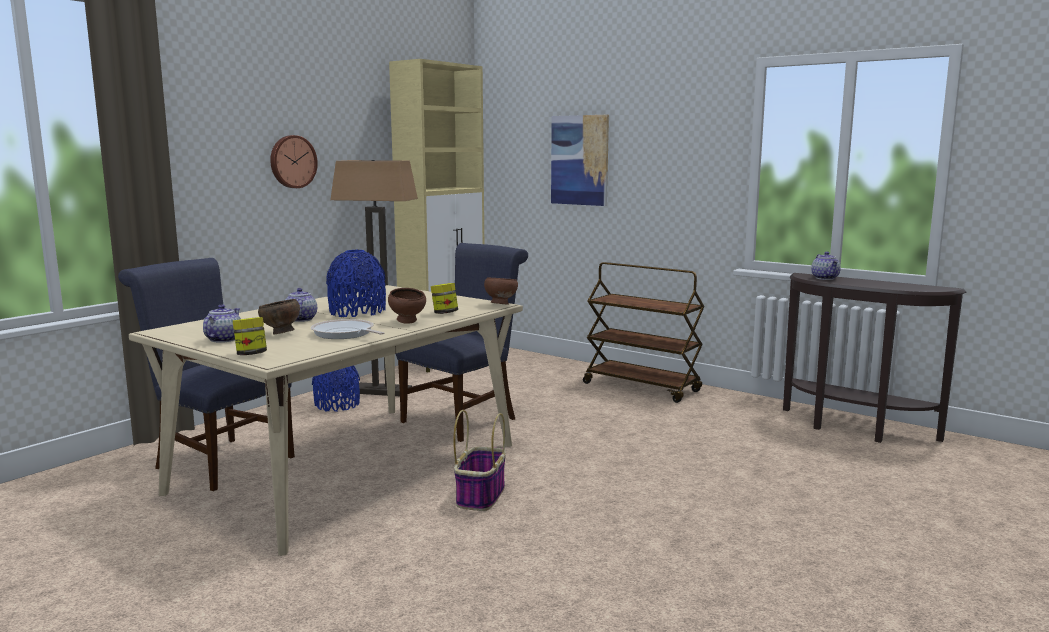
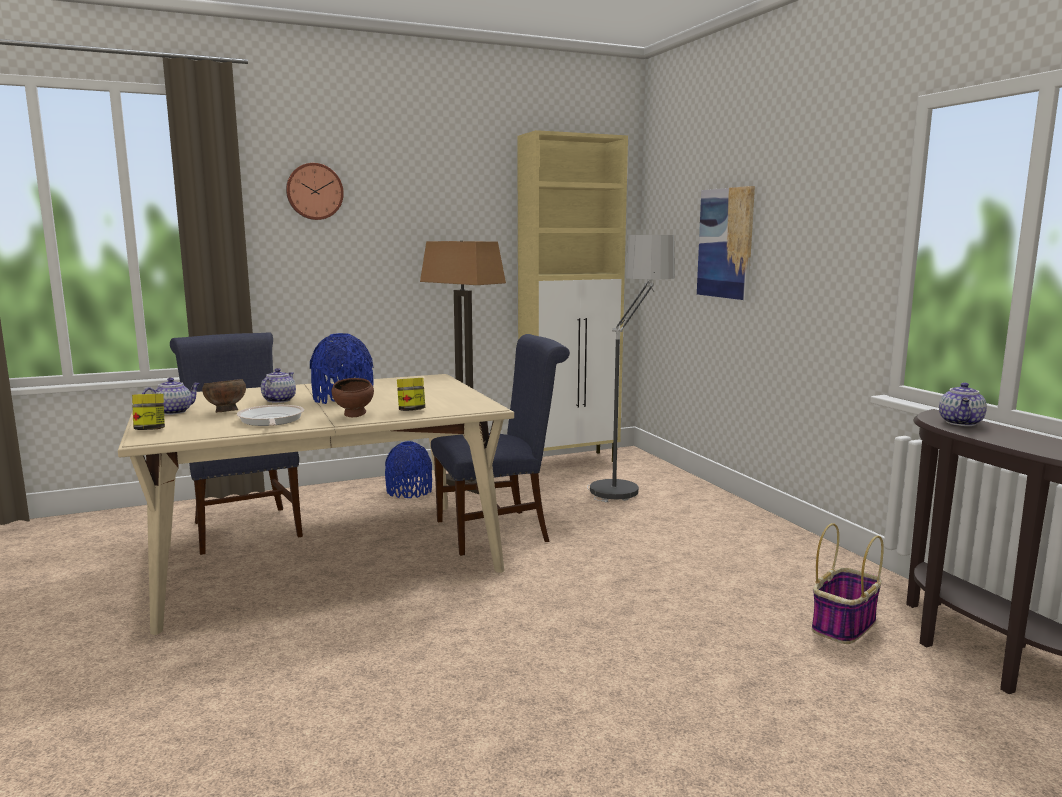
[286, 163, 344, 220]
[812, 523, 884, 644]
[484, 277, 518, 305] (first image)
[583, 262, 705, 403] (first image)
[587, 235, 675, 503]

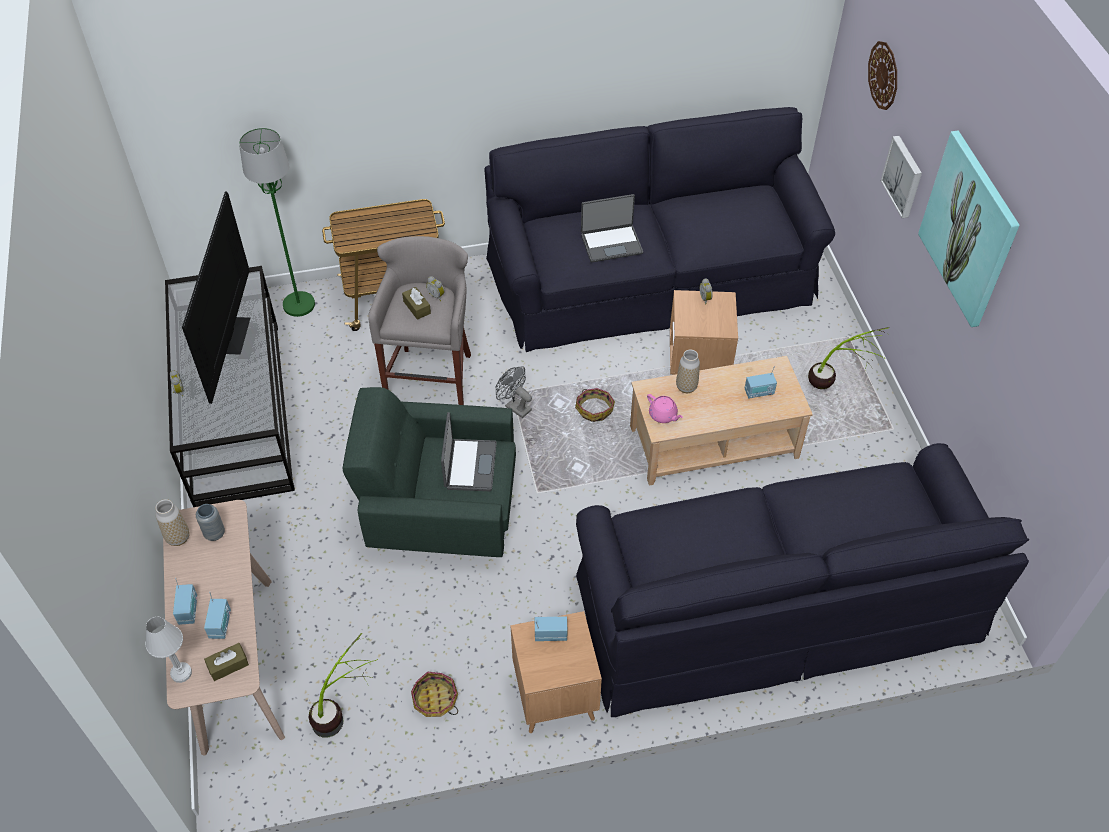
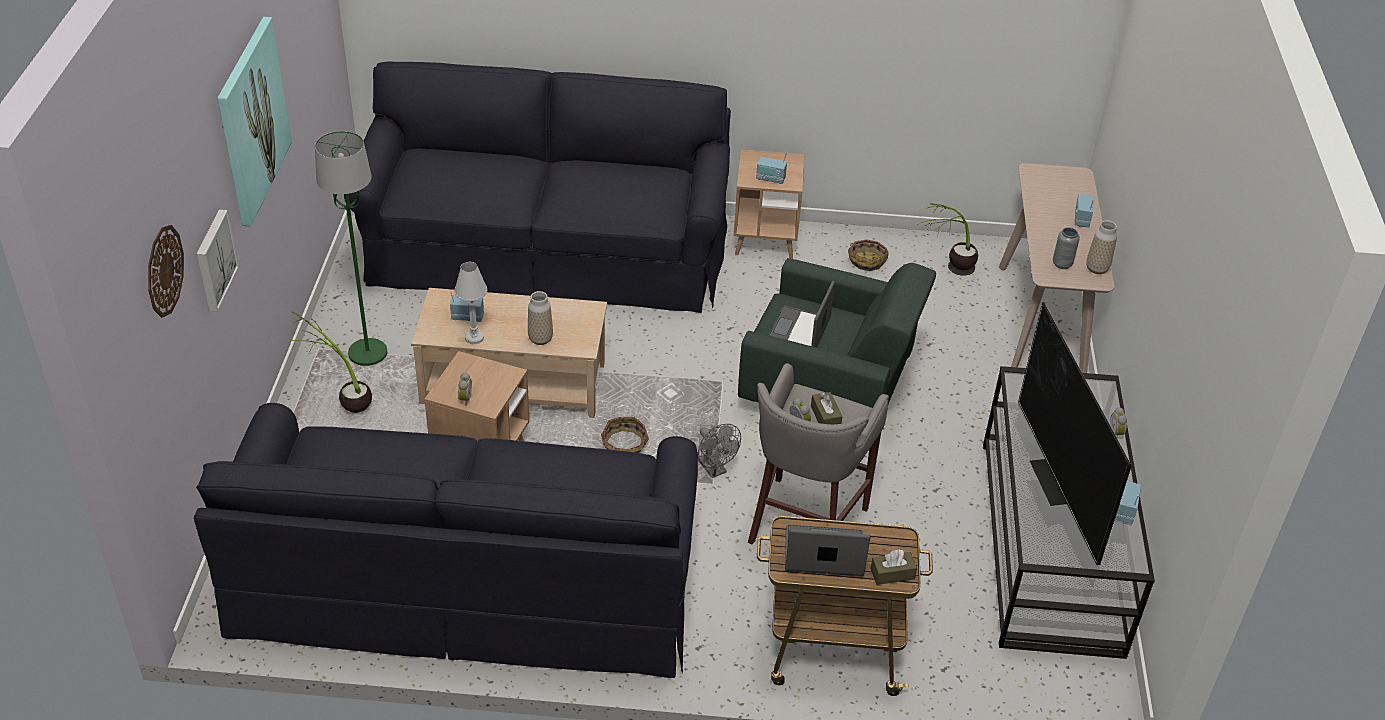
[454, 262, 487, 344]
[1018, 302, 1131, 565]
[1115, 481, 1141, 524]
[871, 550, 917, 585]
[315, 131, 387, 366]
[785, 525, 870, 576]
[647, 394, 683, 423] (first image)

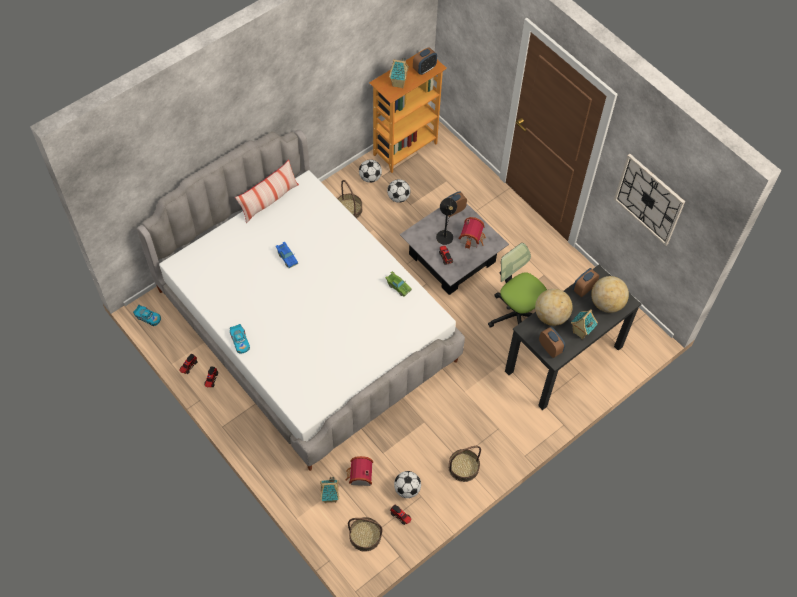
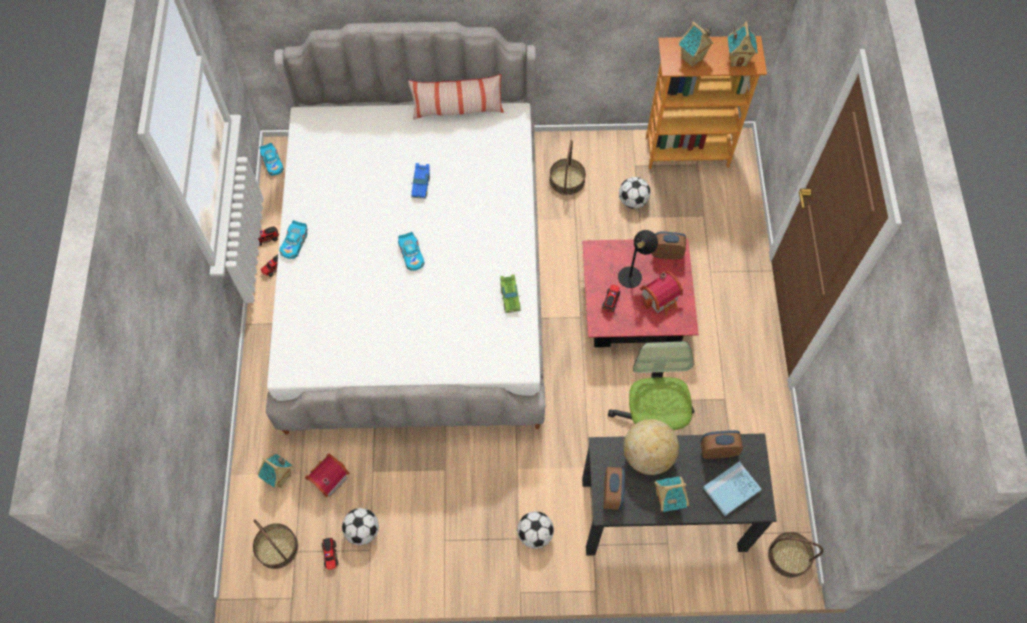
[517, 511, 554, 549]
[582, 238, 699, 348]
[728, 22, 758, 67]
[768, 532, 824, 578]
[703, 462, 761, 516]
[614, 154, 685, 246] (first image)
[398, 232, 424, 271]

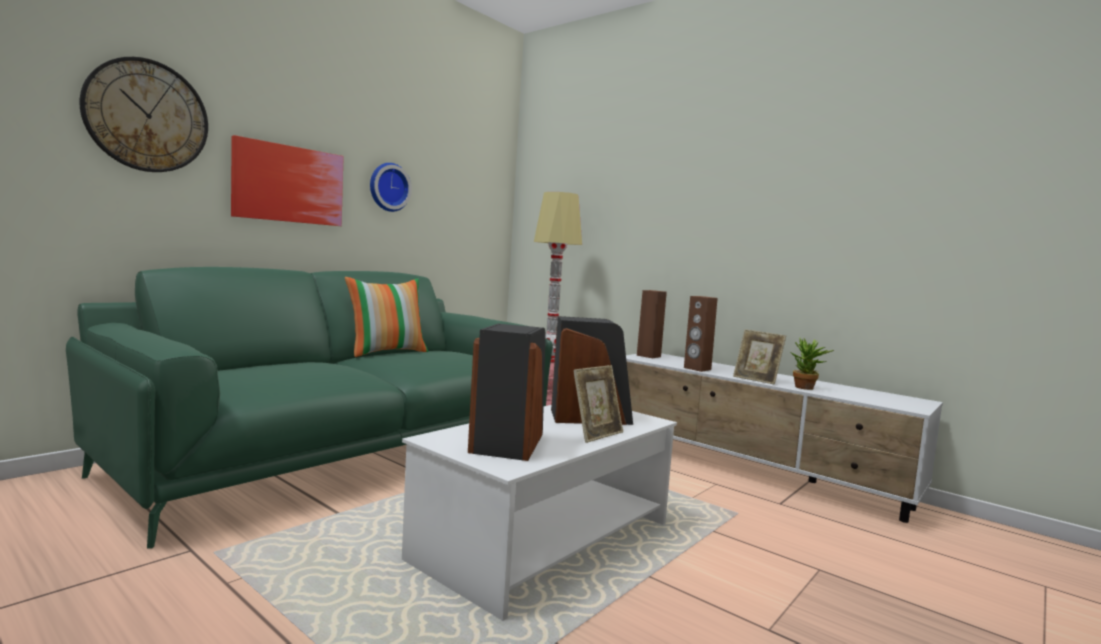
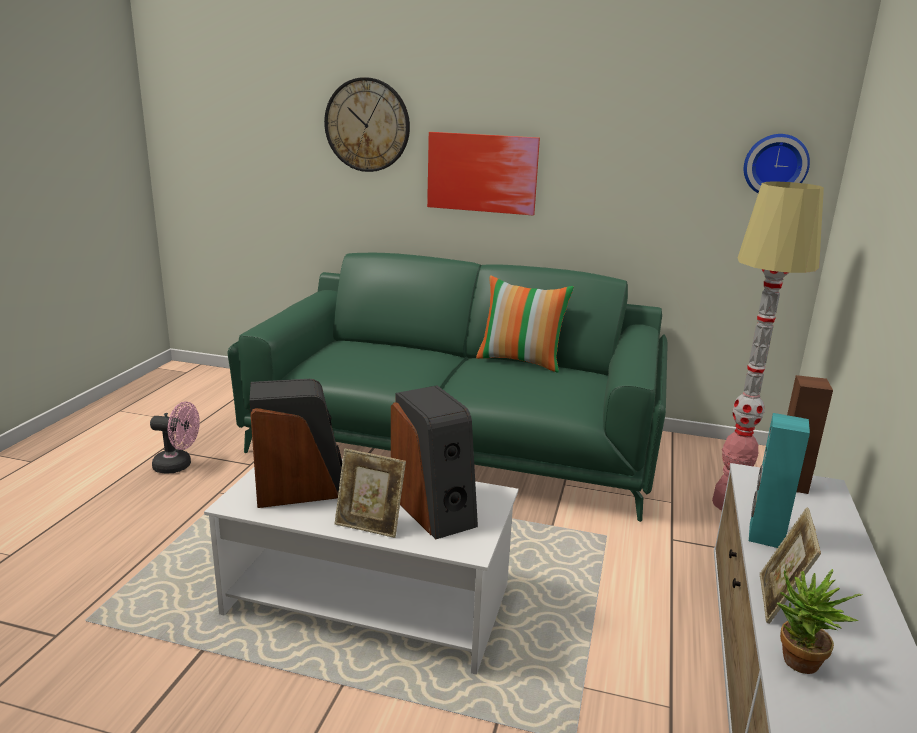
[744, 134, 810, 193]
[749, 413, 810, 548]
[150, 402, 200, 473]

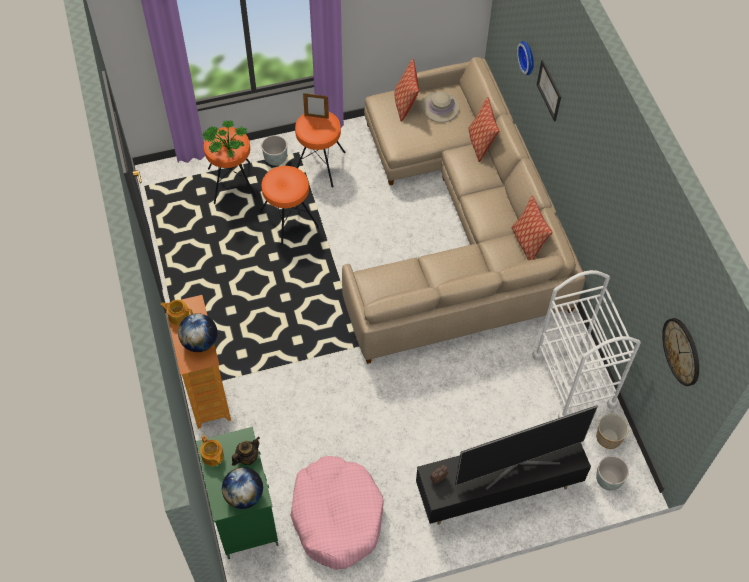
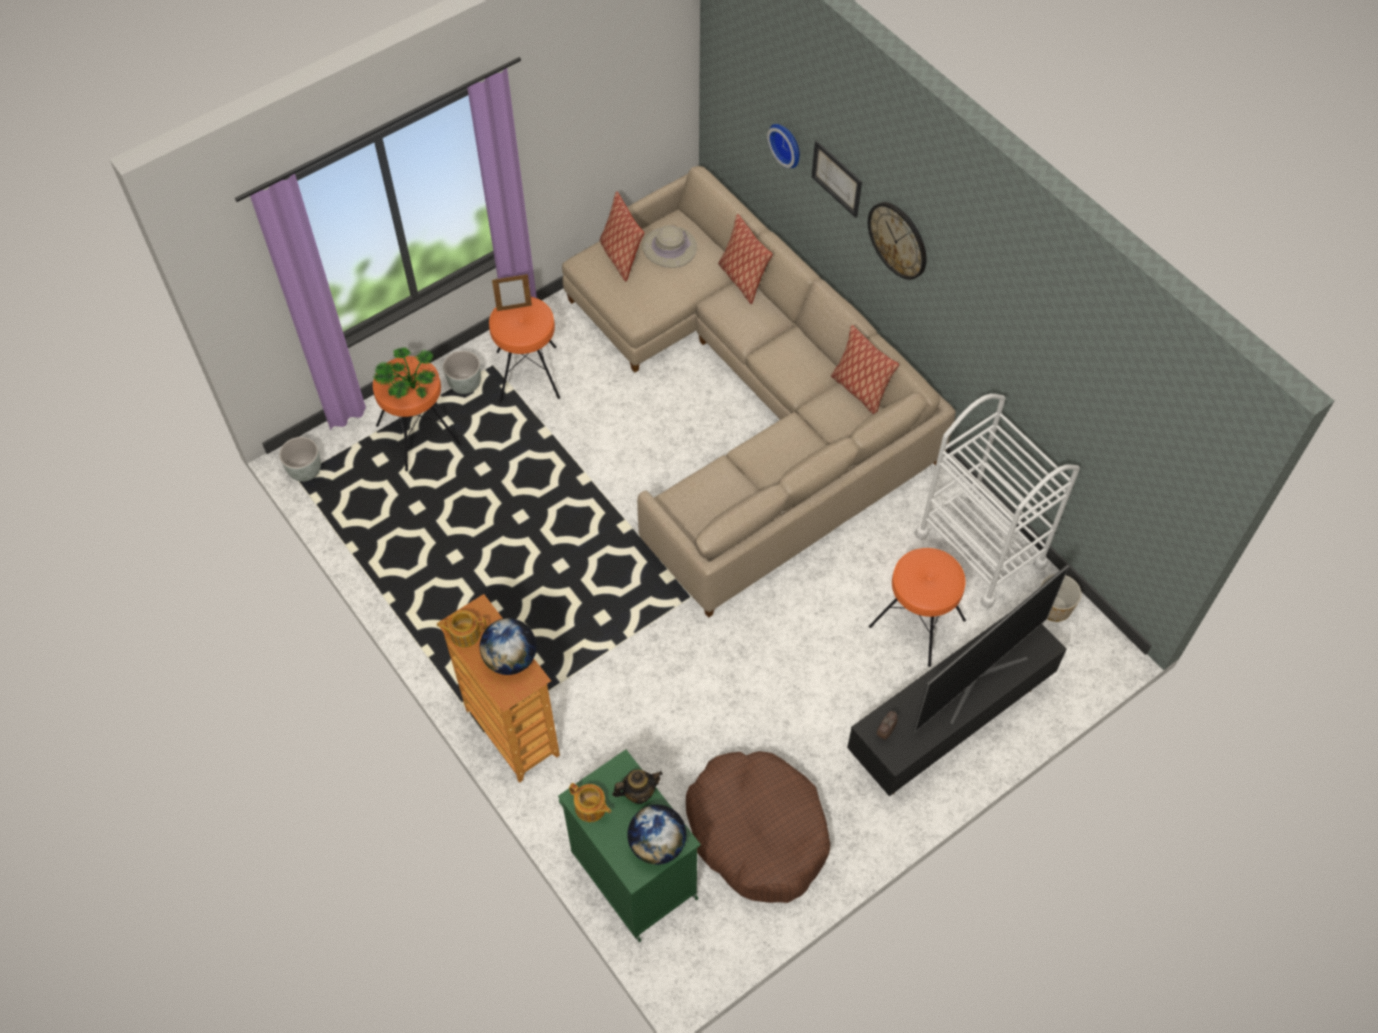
[612, 769, 663, 804]
[869, 548, 966, 667]
[686, 751, 831, 903]
[279, 437, 321, 482]
[868, 202, 927, 280]

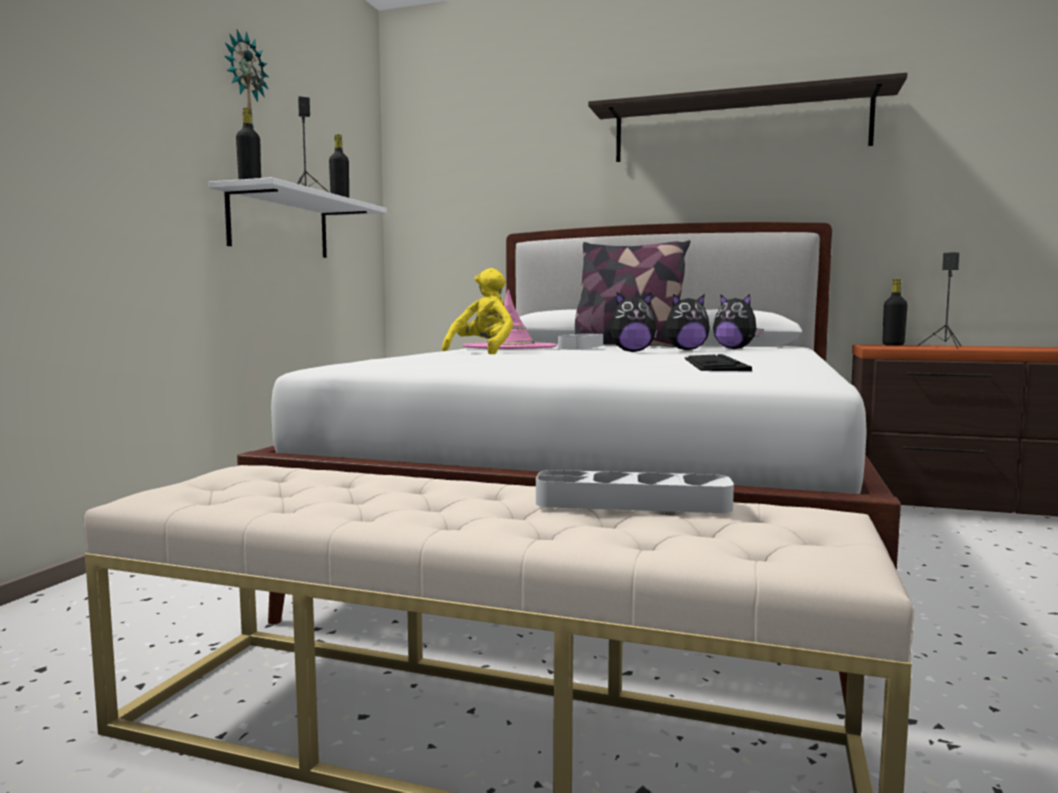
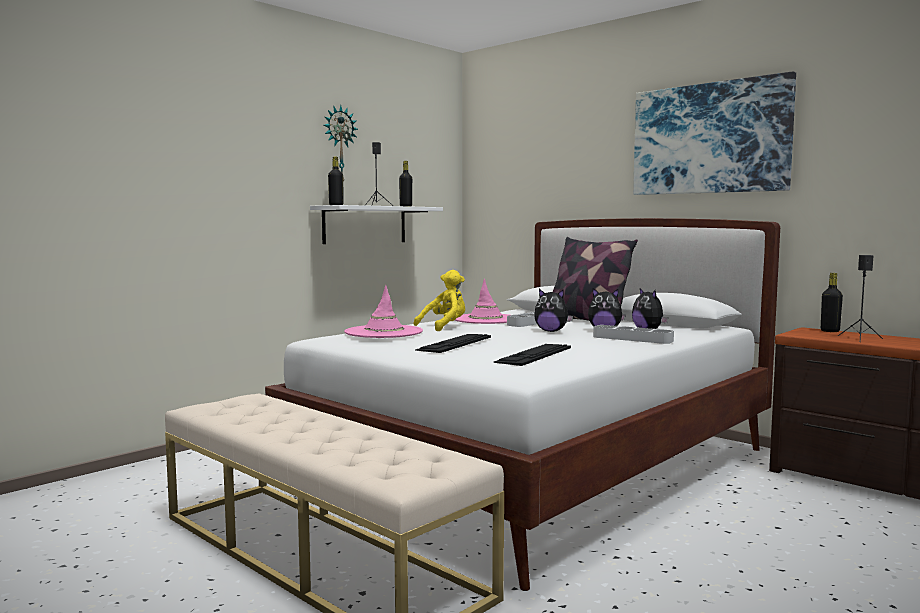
[593, 325, 674, 344]
[633, 71, 796, 195]
[344, 285, 423, 338]
[415, 334, 491, 353]

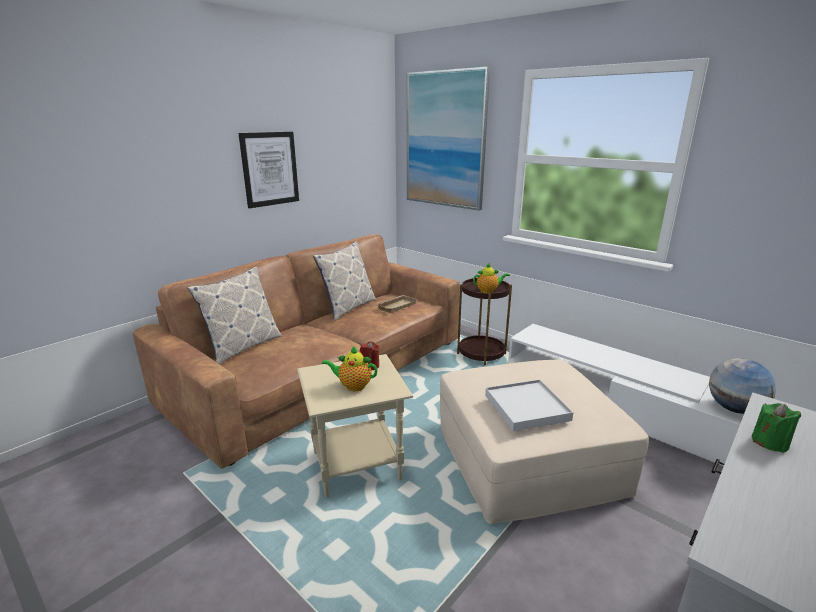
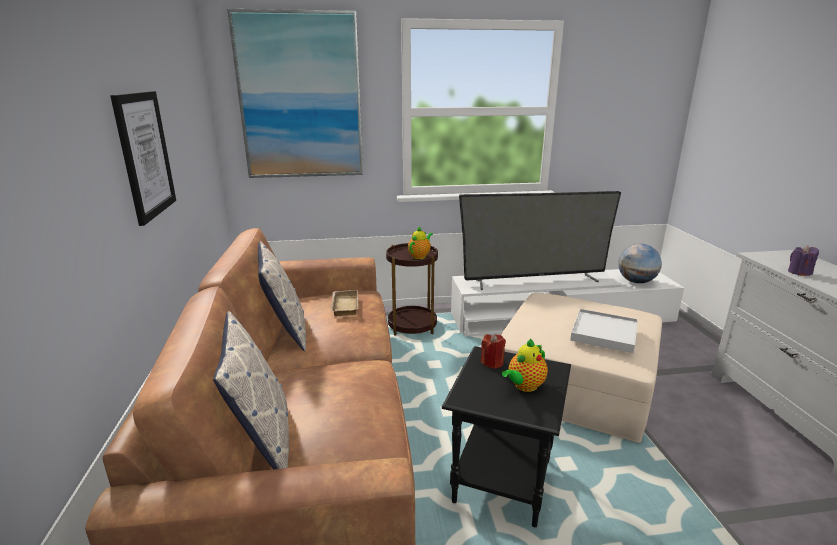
[442, 346, 571, 527]
[788, 245, 819, 276]
[459, 191, 621, 290]

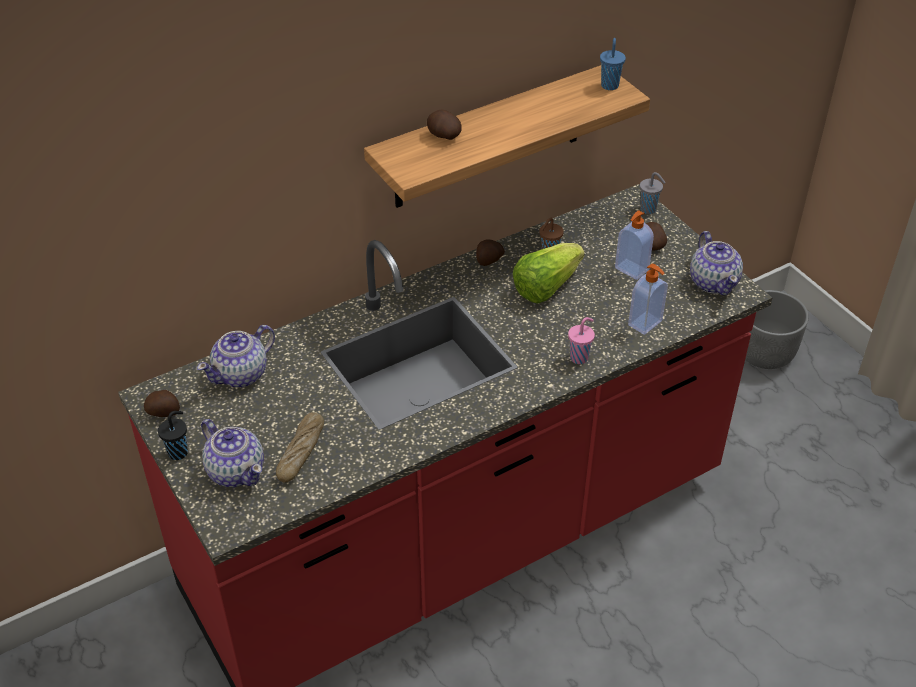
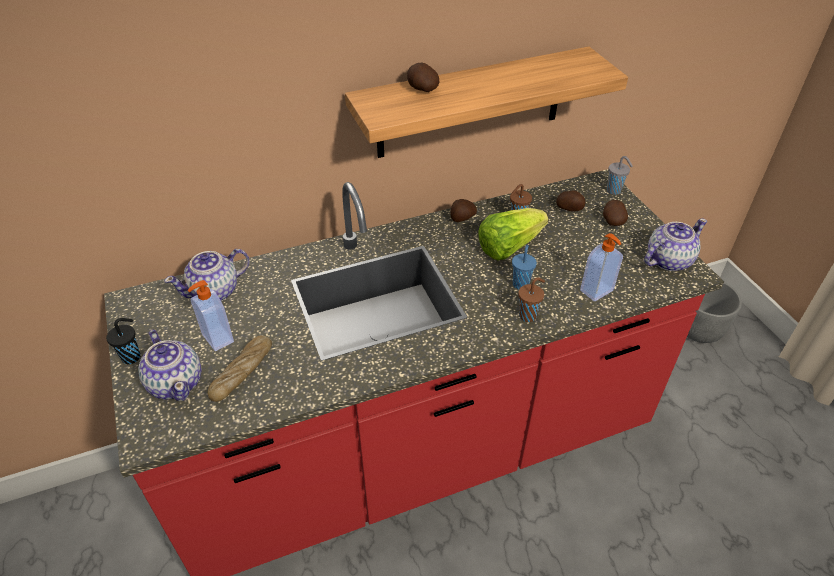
[556, 190, 586, 212]
[518, 277, 545, 322]
[512, 245, 537, 290]
[188, 280, 234, 351]
[644, 218, 707, 271]

